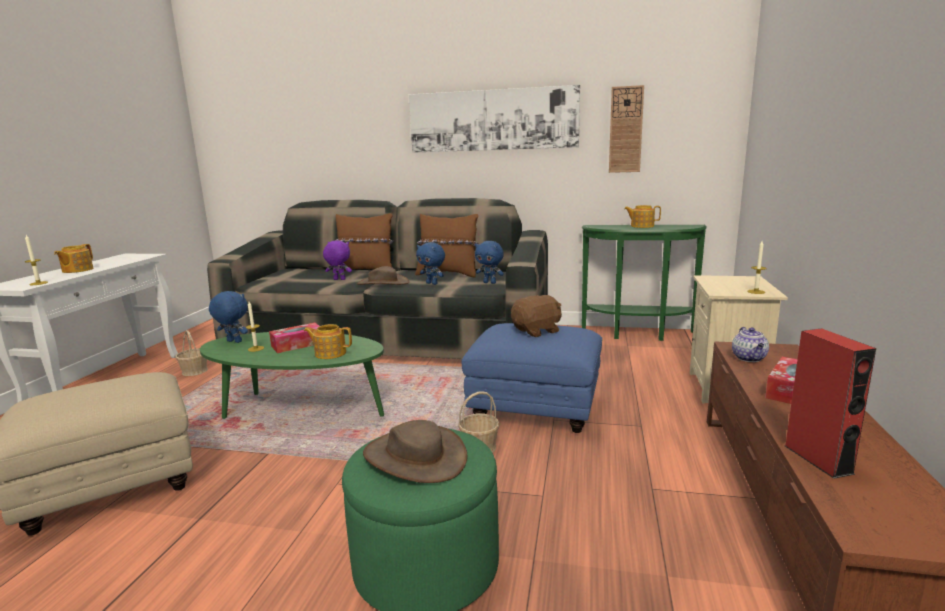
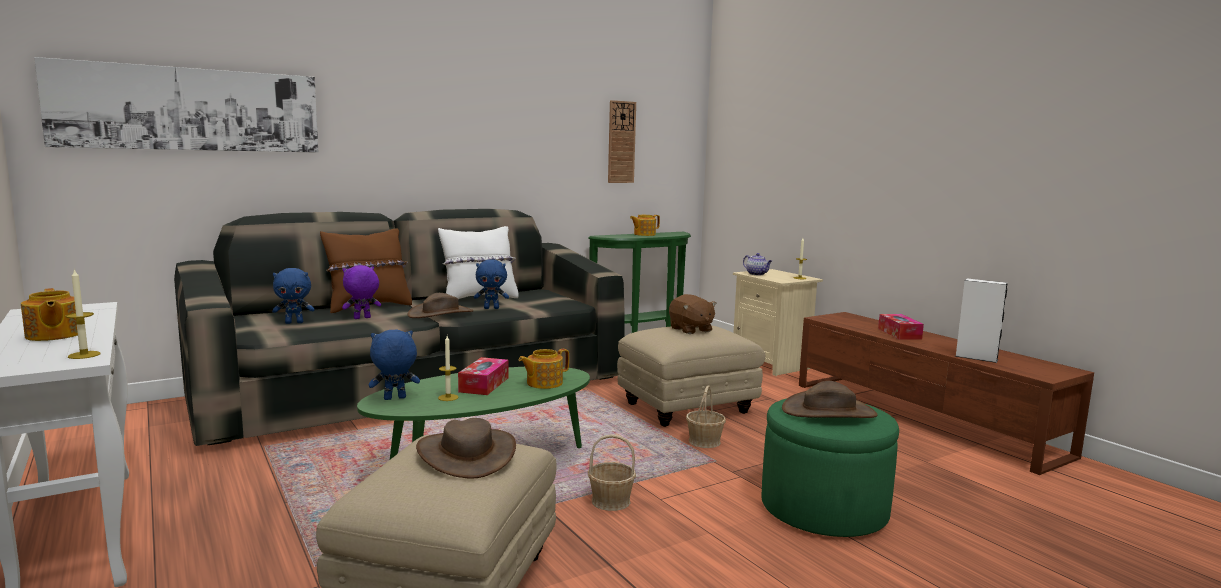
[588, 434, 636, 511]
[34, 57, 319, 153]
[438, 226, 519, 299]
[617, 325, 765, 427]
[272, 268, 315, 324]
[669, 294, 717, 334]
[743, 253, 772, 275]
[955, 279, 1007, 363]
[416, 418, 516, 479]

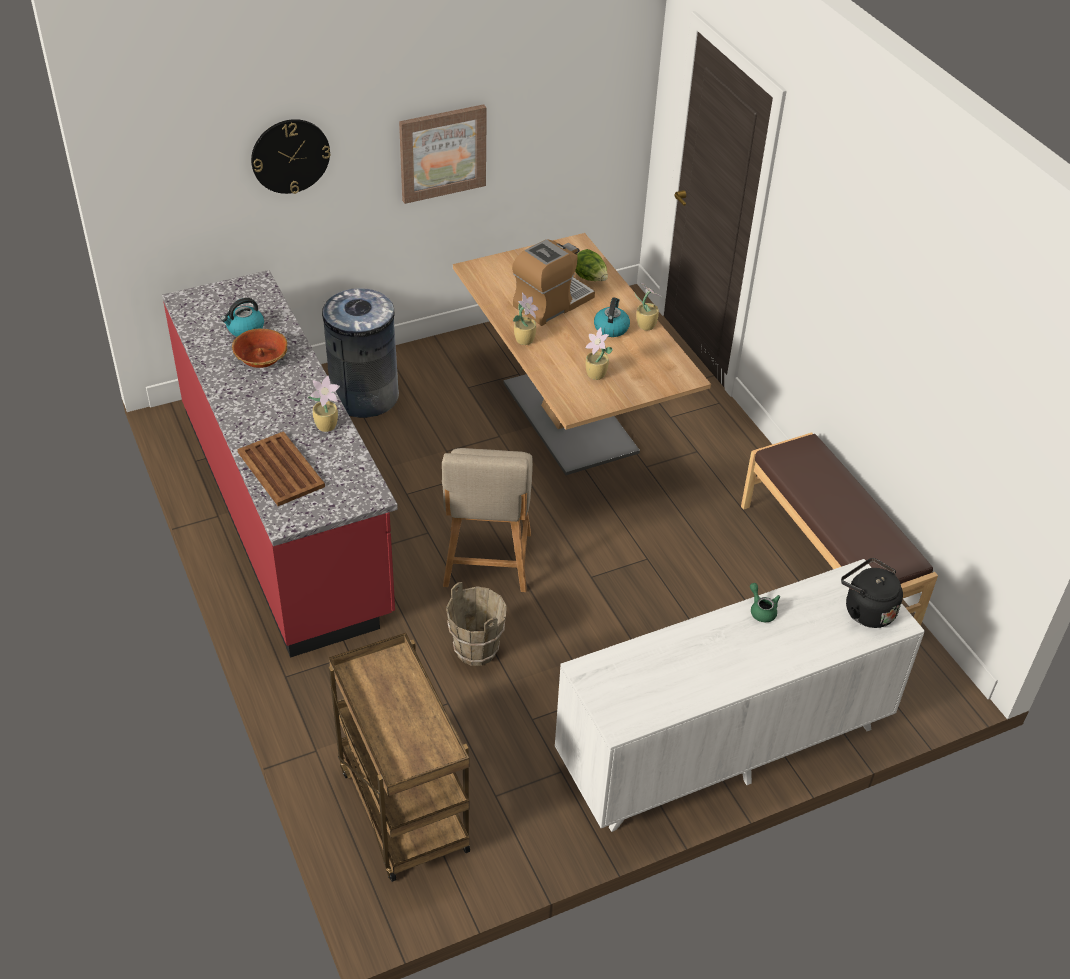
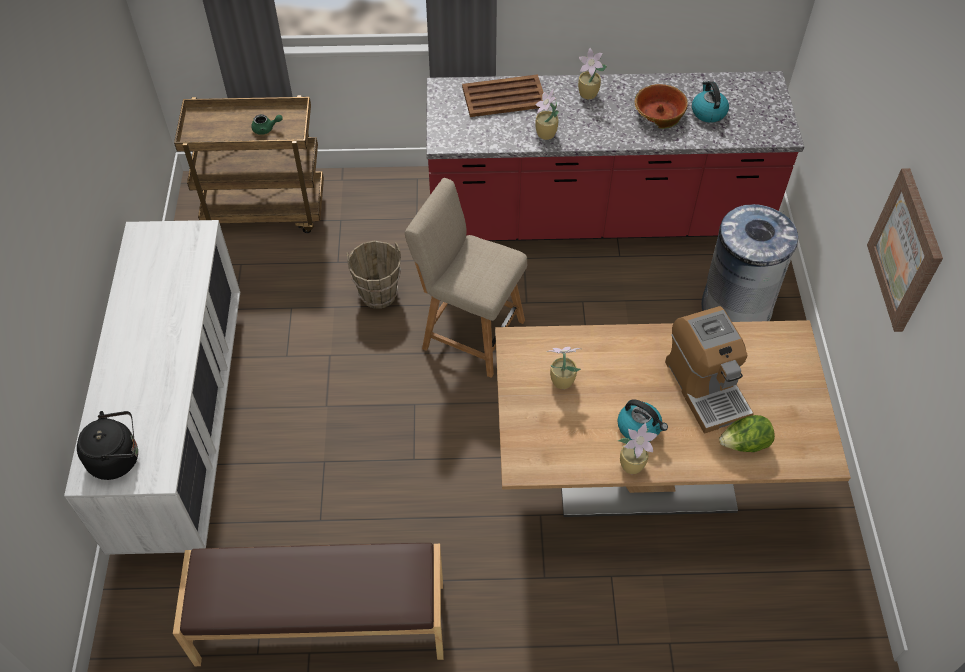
[251, 119, 330, 194] (first image)
[578, 48, 607, 99]
[251, 114, 283, 135]

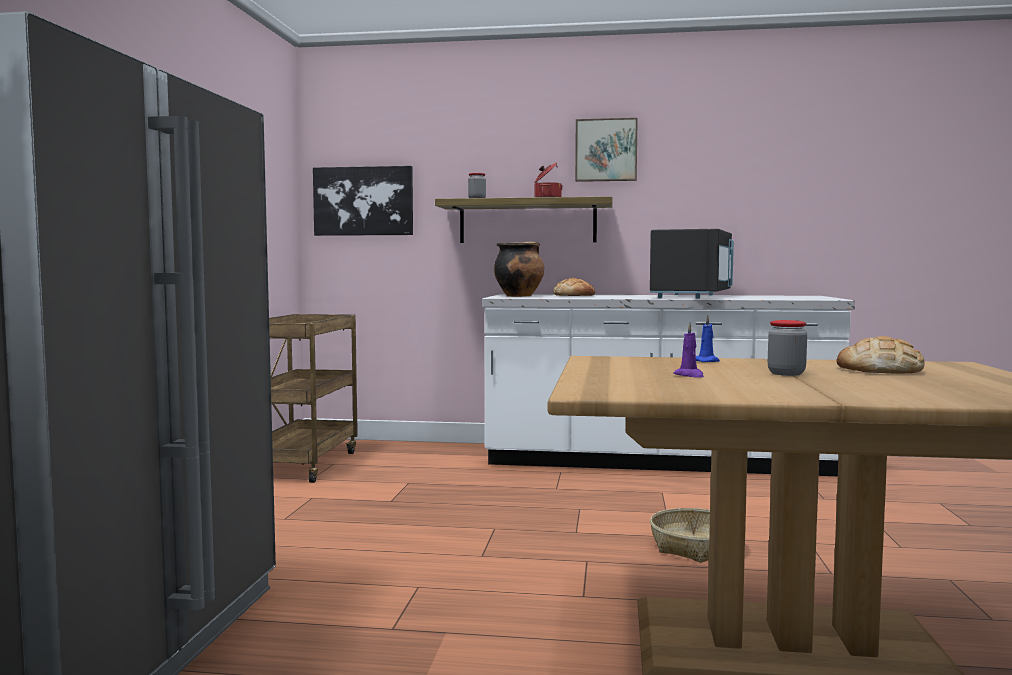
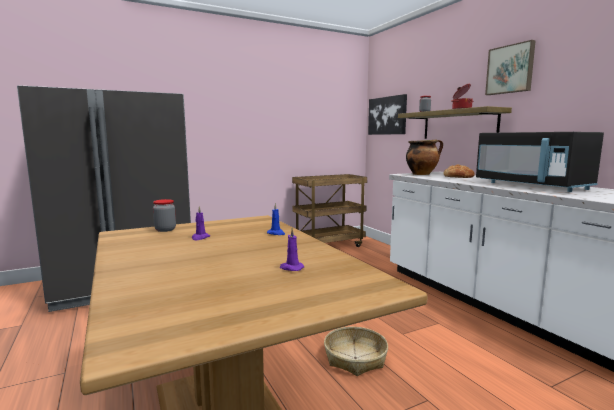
[476, 132, 604, 192]
[153, 199, 176, 232]
[280, 228, 304, 271]

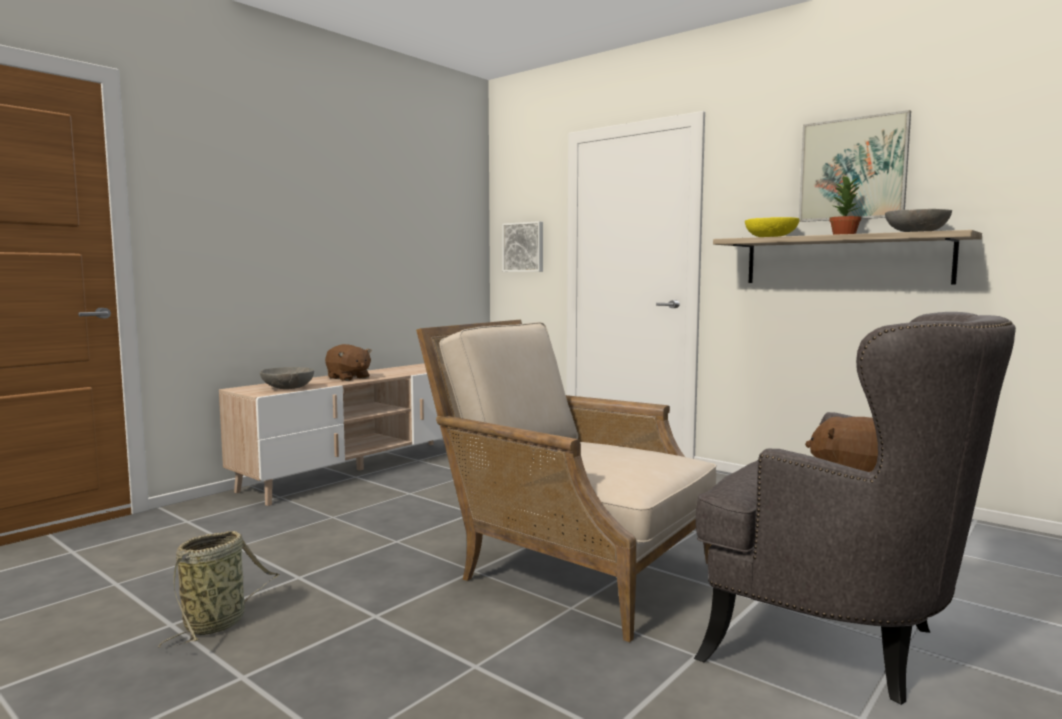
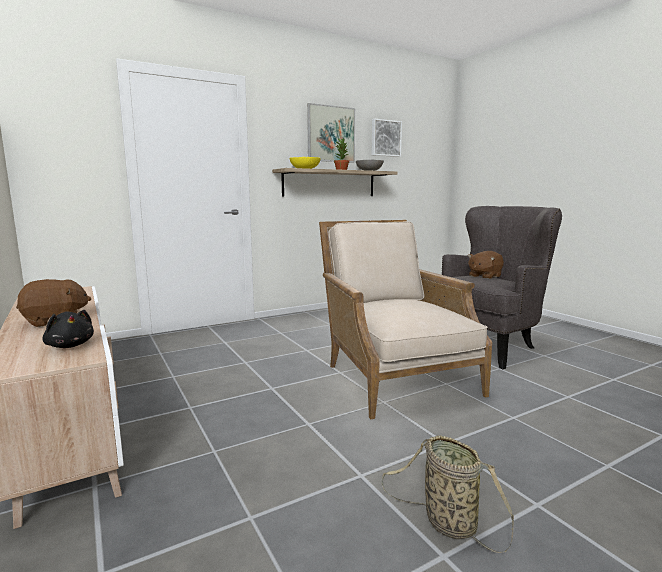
[42, 310, 94, 348]
[319, 220, 492, 419]
[371, 119, 402, 157]

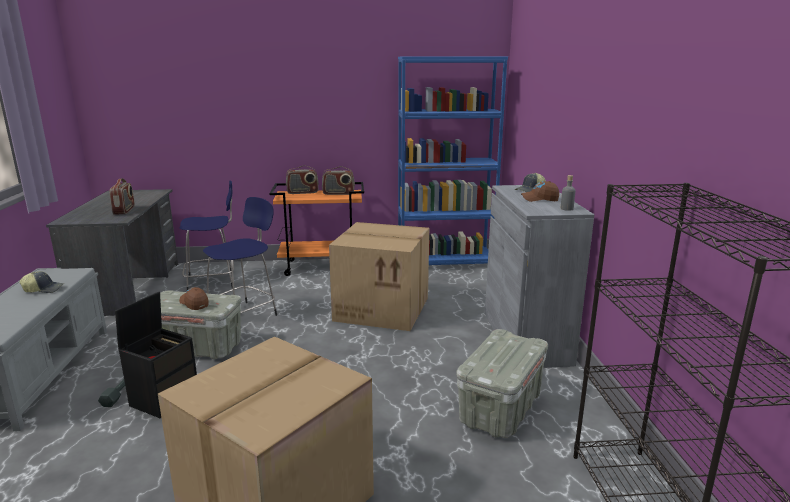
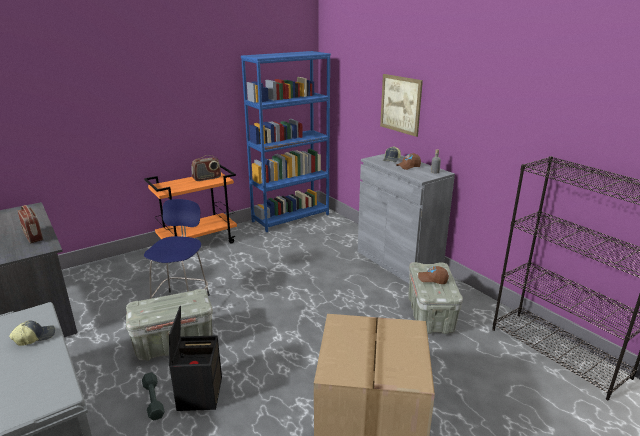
[418, 266, 449, 284]
[180, 181, 234, 290] (first image)
[286, 165, 319, 194] (first image)
[329, 222, 429, 331] (first image)
[380, 74, 423, 137]

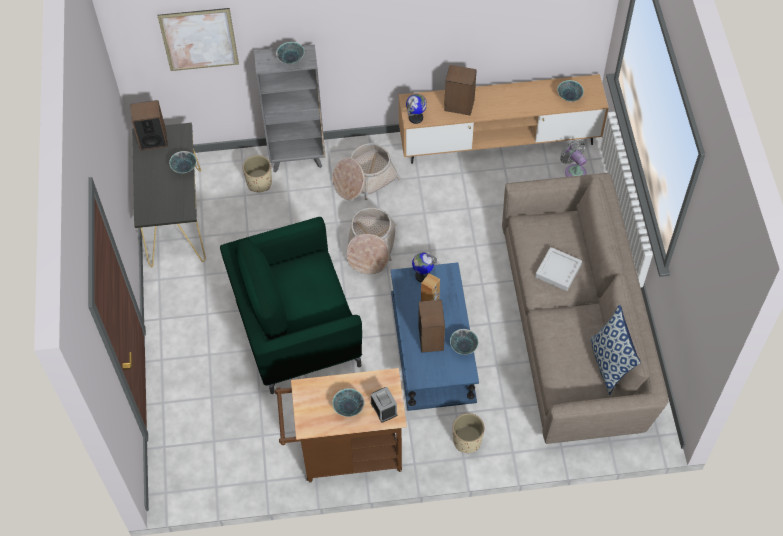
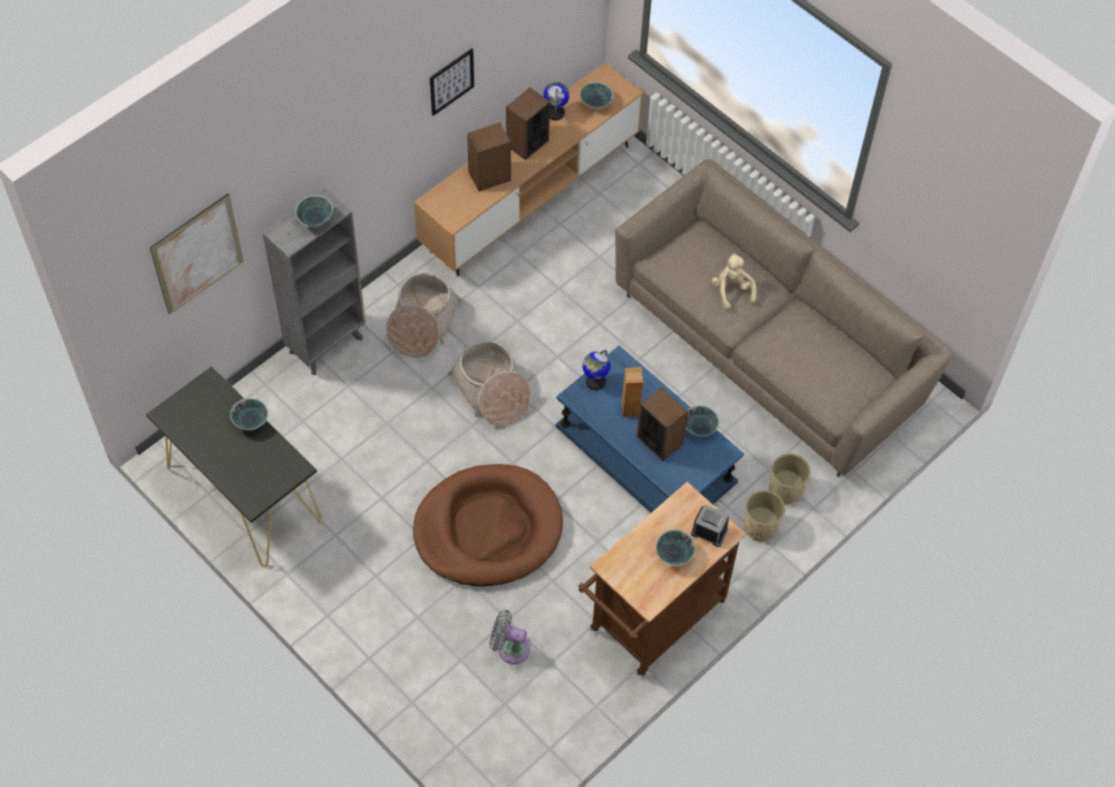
[506, 88, 550, 160]
[413, 464, 563, 586]
[769, 453, 811, 505]
[543, 82, 570, 120]
[711, 253, 757, 310]
[489, 610, 530, 664]
[590, 305, 641, 395] (first image)
[430, 48, 474, 116]

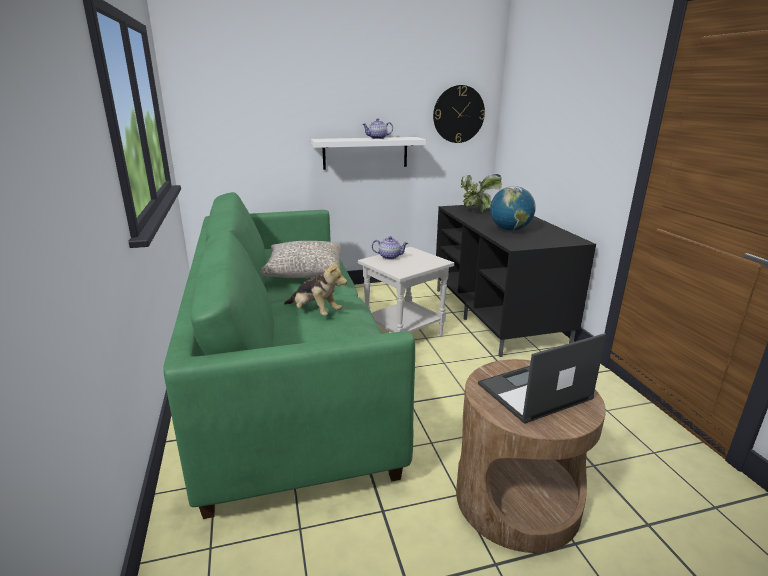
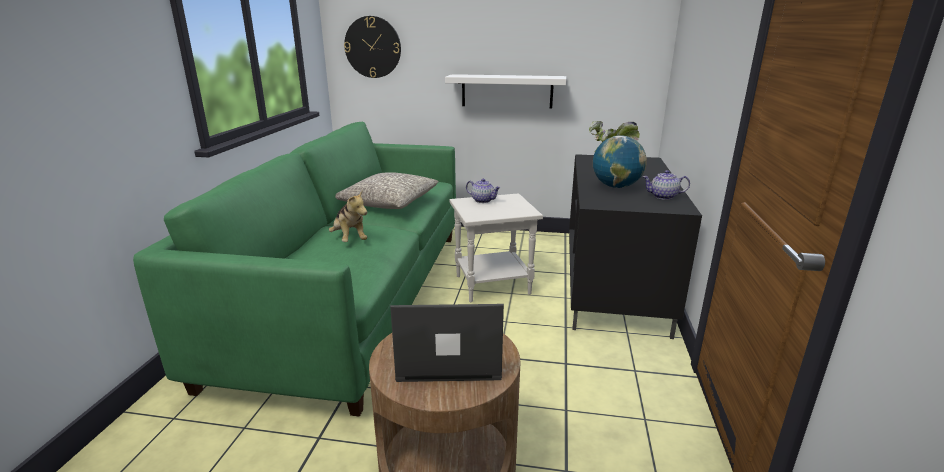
[643, 170, 690, 200]
[344, 16, 401, 78]

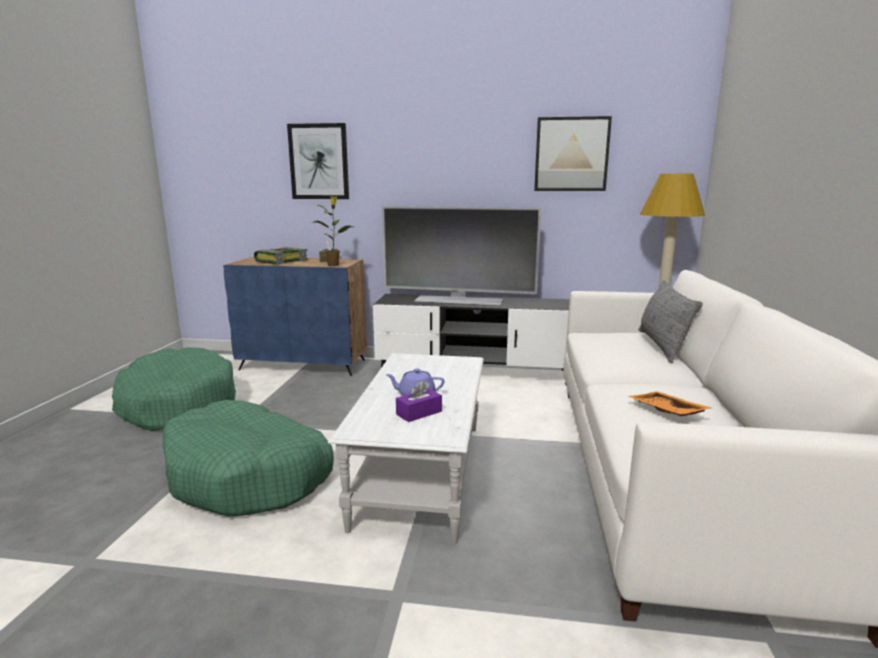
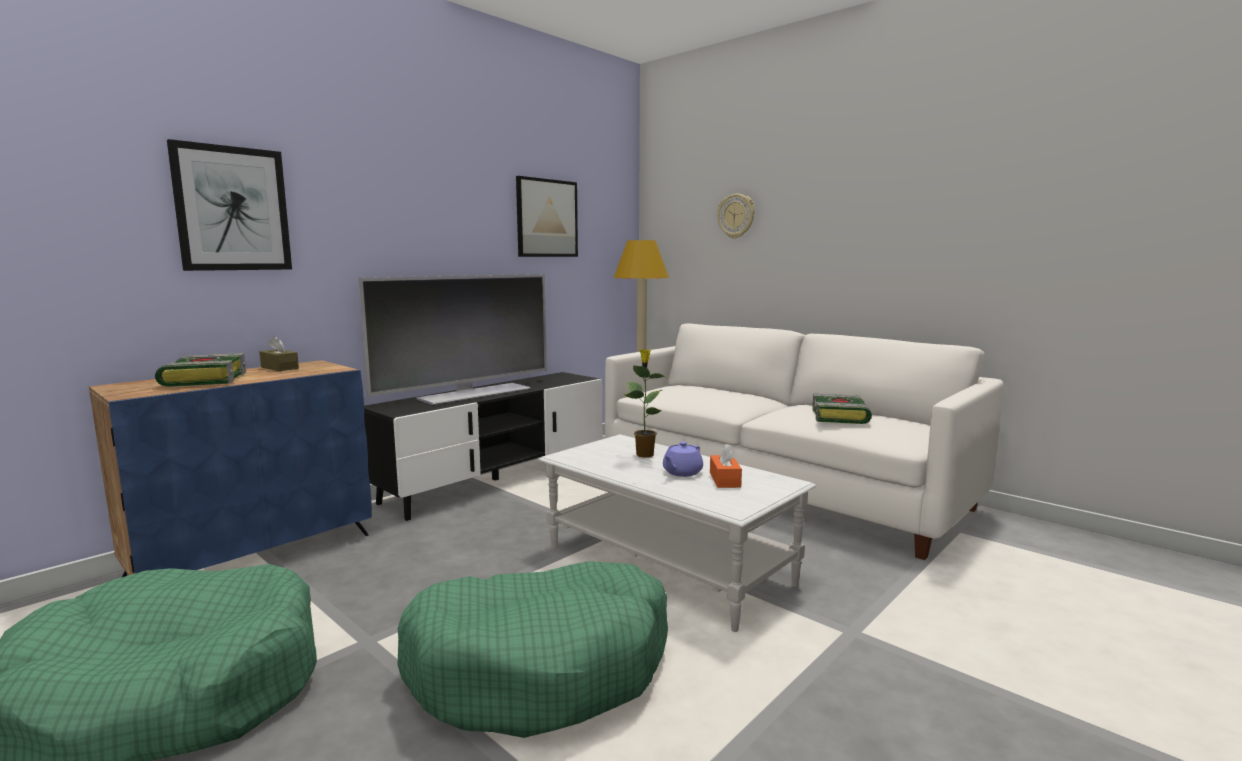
[624, 349, 668, 458]
[710, 444, 742, 488]
[812, 394, 872, 424]
[639, 280, 703, 363] (first image)
[717, 194, 755, 238]

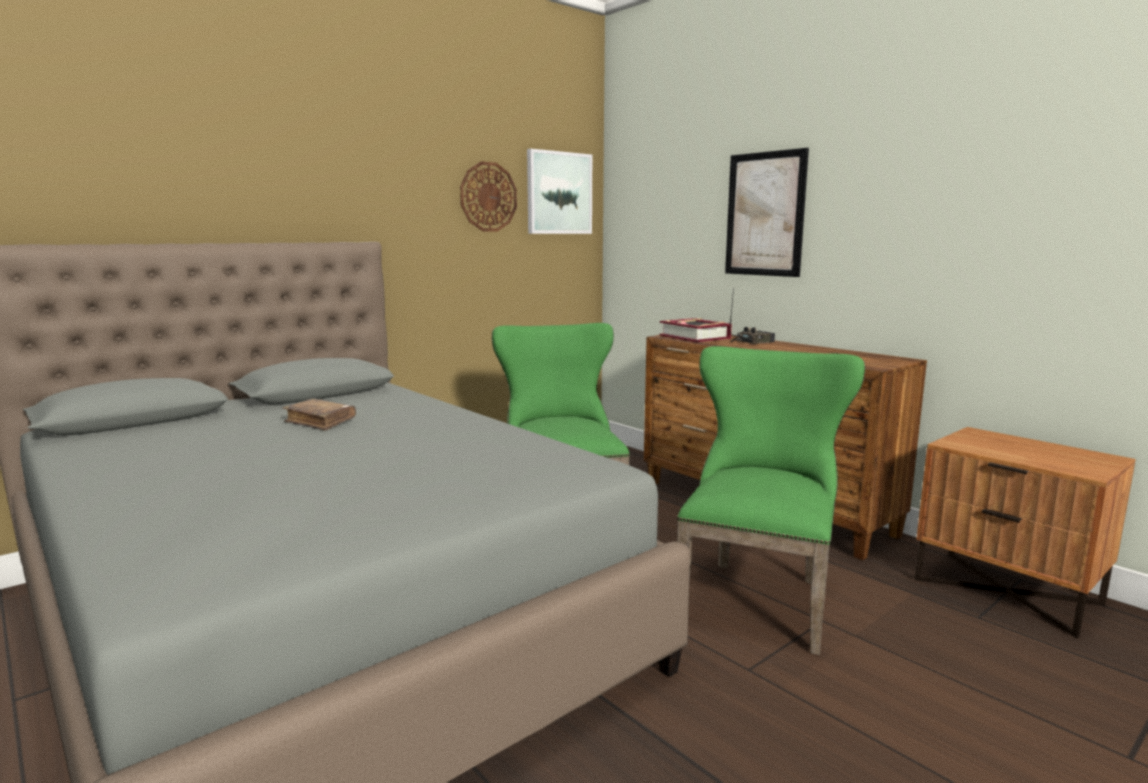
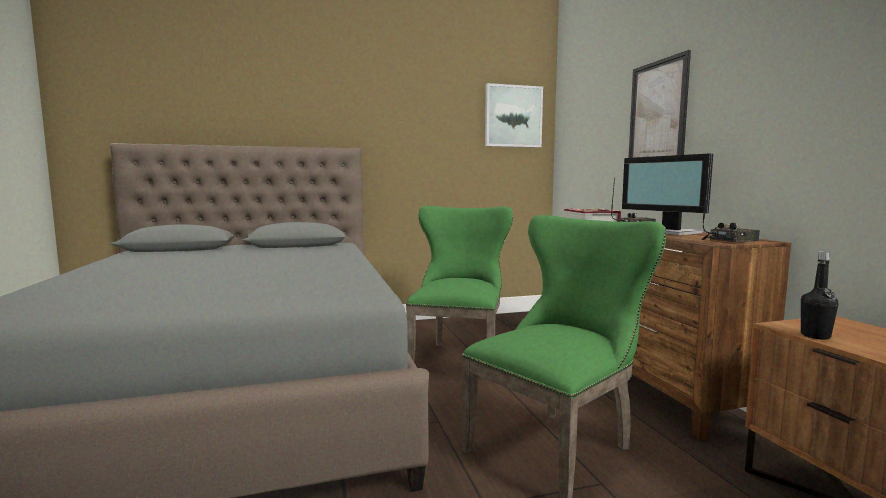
[282, 399, 356, 431] (first image)
[460, 161, 517, 231] (first image)
[622, 153, 713, 235]
[702, 175, 760, 242]
[801, 251, 838, 339]

